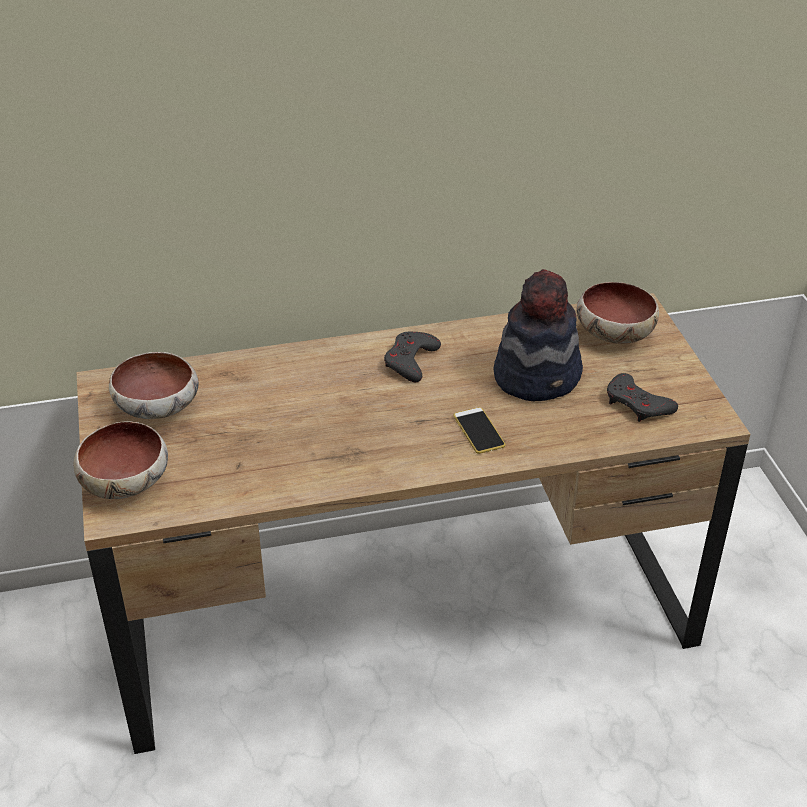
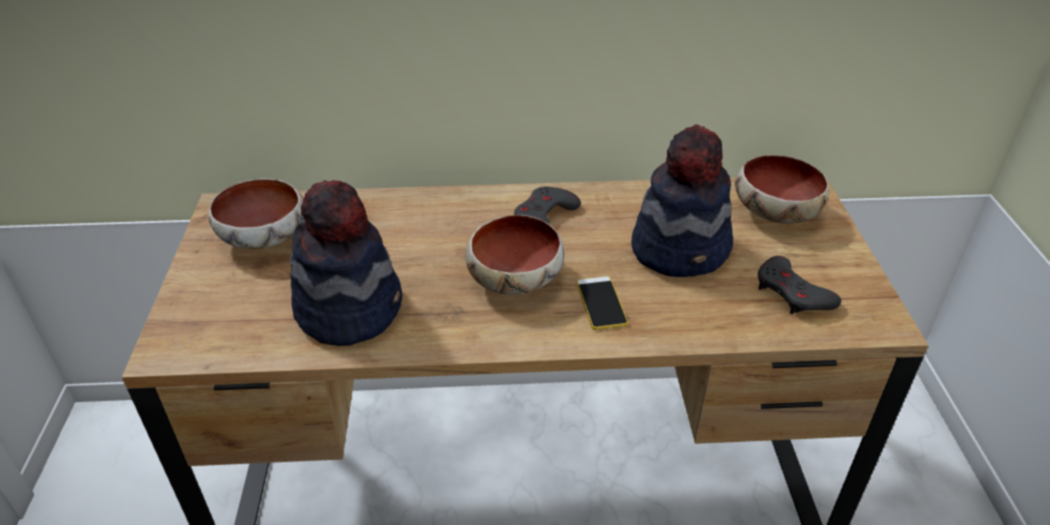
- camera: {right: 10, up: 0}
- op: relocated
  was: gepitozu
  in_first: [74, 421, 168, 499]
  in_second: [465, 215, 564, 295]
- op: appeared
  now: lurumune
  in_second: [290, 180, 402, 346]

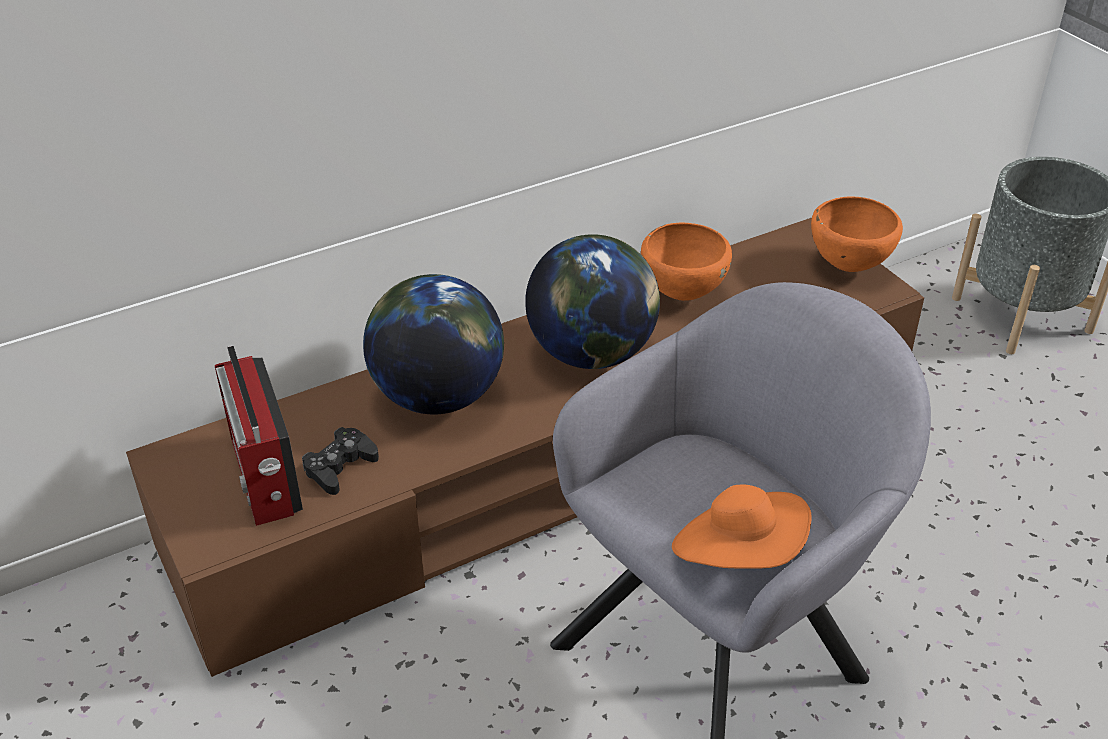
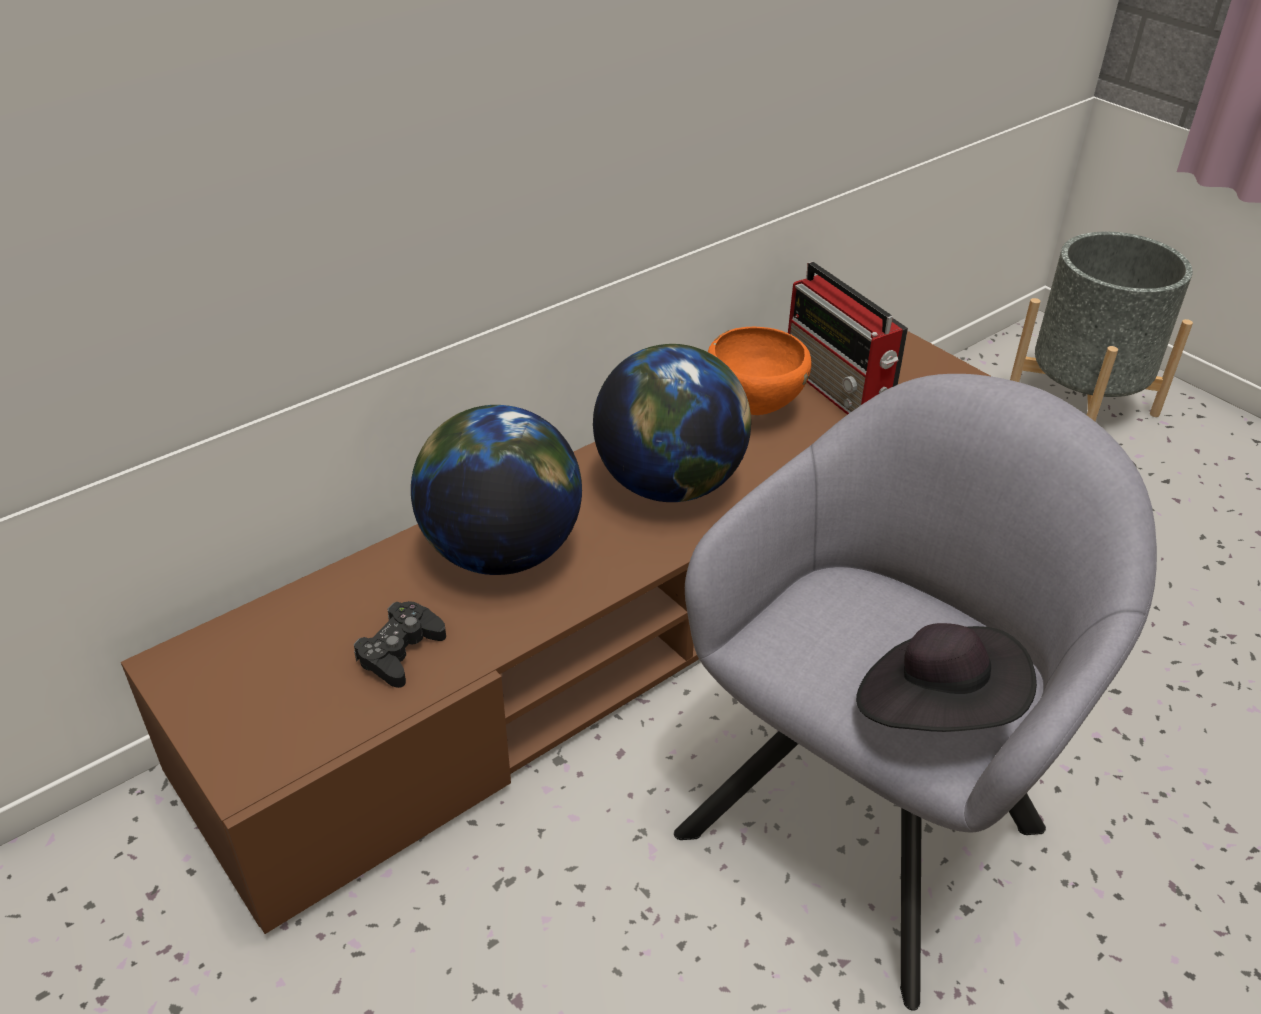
- camera: {right: -10, up: 0}
- op: relocated
  was: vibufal
  in_first: [215, 345, 303, 526]
  in_second: [788, 262, 908, 415]
- op: colour
  was: orange lurumune
  now: black lurumune
  in_first: [672, 484, 812, 569]
  in_second: [856, 623, 1037, 732]
- op: missing
  was: orange gepitozu
  in_first: [811, 196, 903, 272]

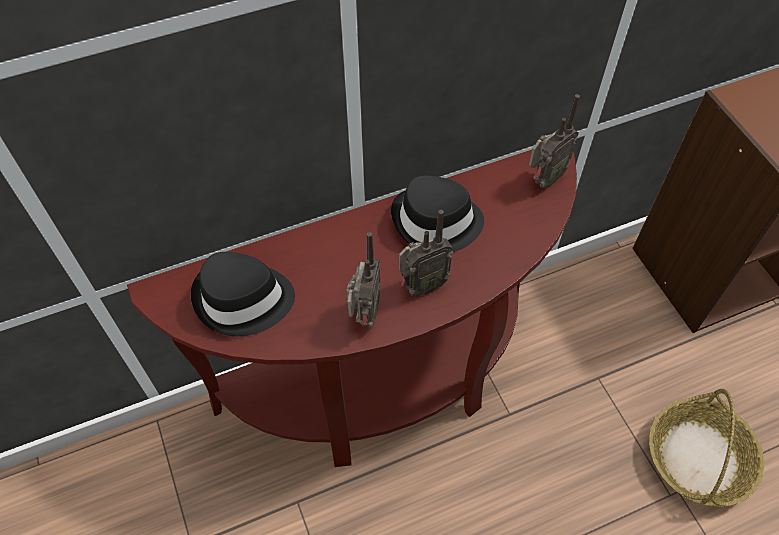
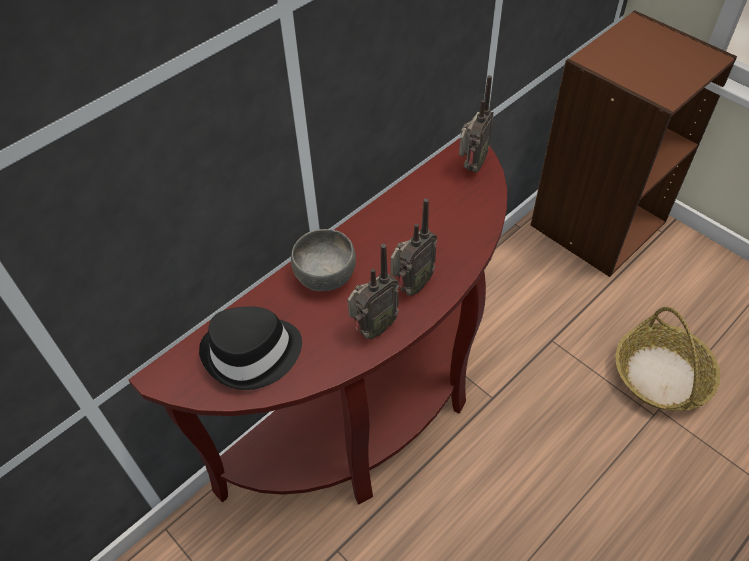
- camera: {right: -20, up: -5}
- op: spun
  was: vibufal
  in_first: [346, 232, 380, 328]
  in_second: [348, 244, 399, 339]
  clockwise: 60
- op: missing
  was: black lurumune
  in_first: [391, 175, 484, 252]
- op: appeared
  now: grey gepitozu
  in_second: [291, 229, 356, 291]

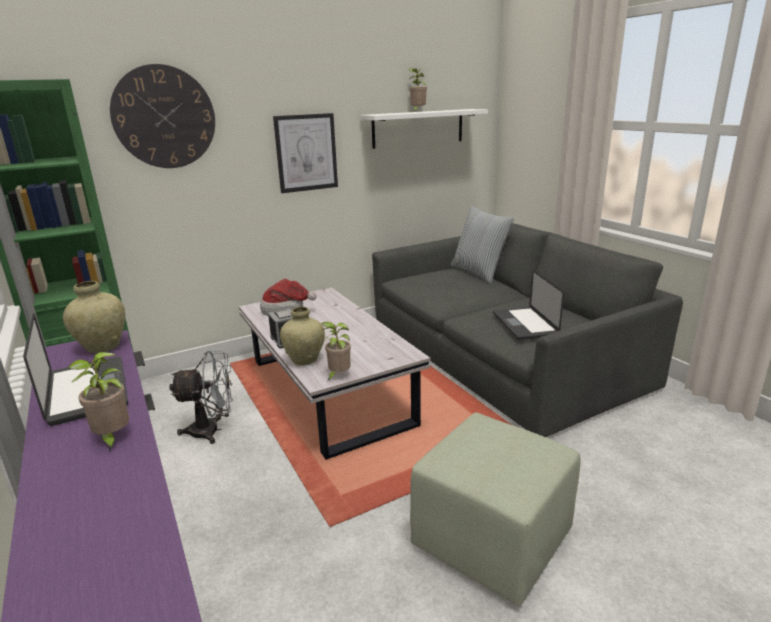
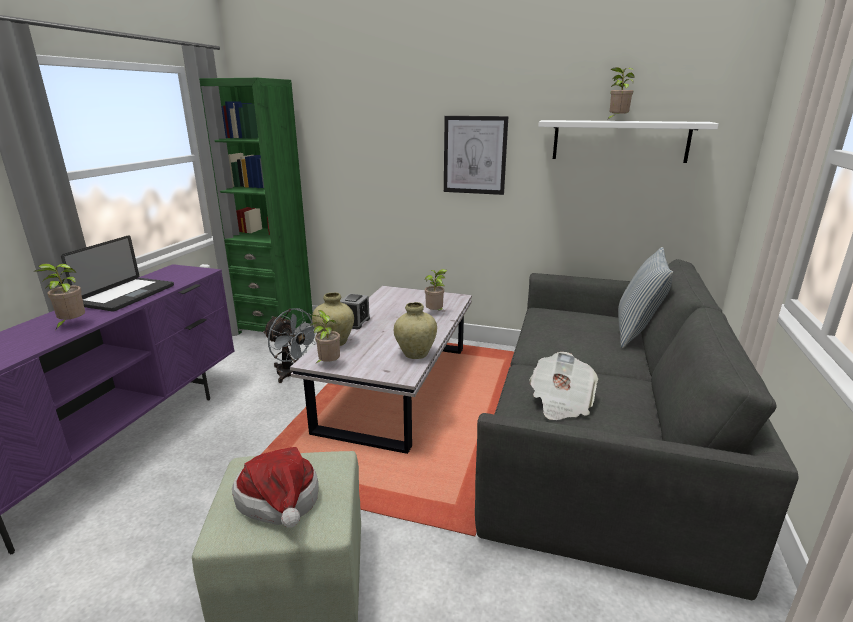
- camera: {right: 45, up: 0}
- op: relocated
  was: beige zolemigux
  in_first: [63, 281, 125, 353]
  in_second: [394, 302, 437, 359]
- op: missing
  was: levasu
  in_first: [110, 64, 215, 168]
- op: relocated
  was: lurumune
  in_first: [260, 279, 317, 316]
  in_second: [232, 447, 319, 528]
- op: exchanged
  was: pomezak
  now: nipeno
  in_first: [493, 270, 564, 340]
  in_second: [529, 352, 598, 420]
- op: appeared
  now: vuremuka
  in_second: [425, 269, 448, 311]

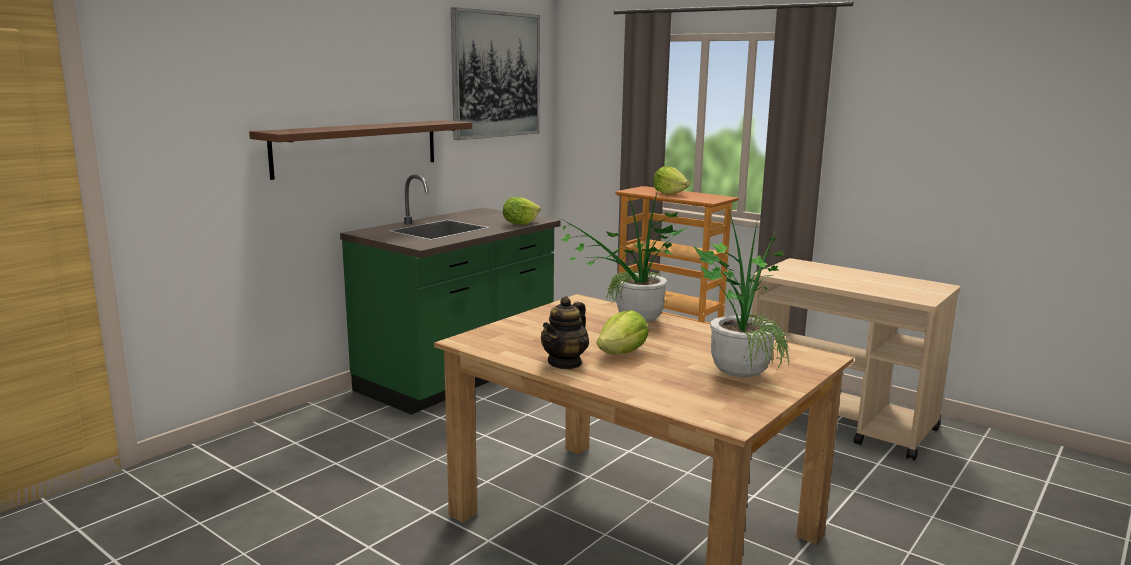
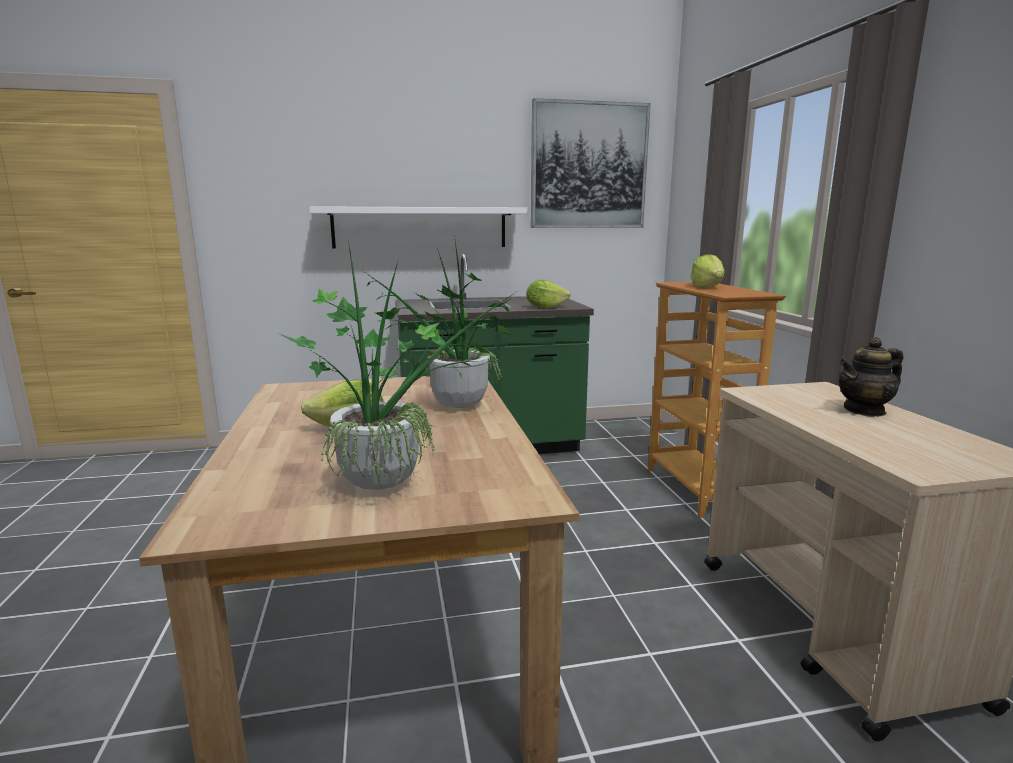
- camera: {right: 40, up: 0}
- op: colour
  was: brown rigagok
  now: white rigagok
  in_first: [249, 120, 472, 180]
  in_second: [309, 206, 528, 249]
- op: relocated
  was: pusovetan
  in_first: [541, 296, 589, 369]
  in_second: [839, 337, 903, 417]

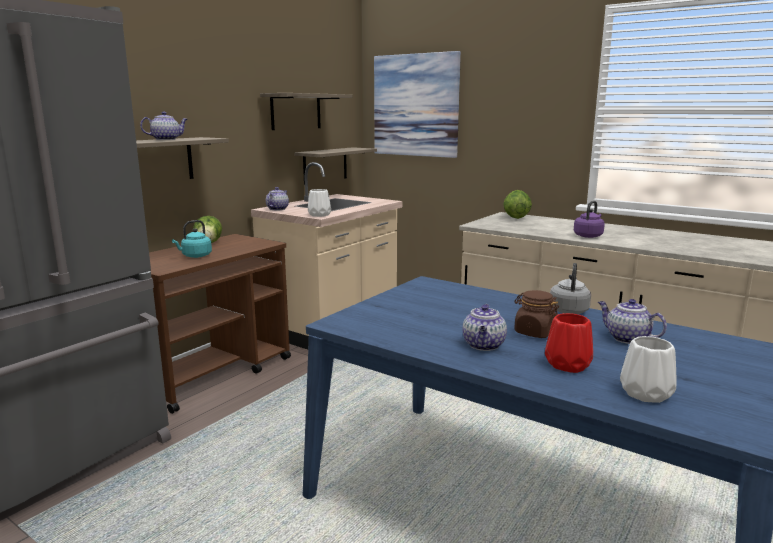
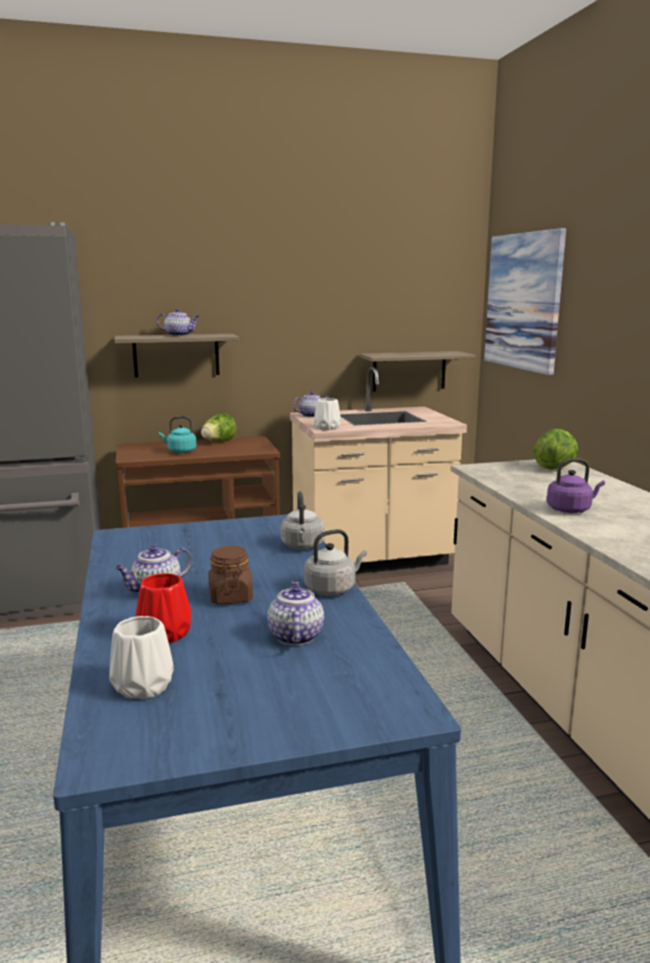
- camera: {right: 40, up: 0}
- op: missing
  was: rigagok
  in_first: [260, 93, 353, 130]
- op: appeared
  now: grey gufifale
  in_second: [281, 491, 325, 549]

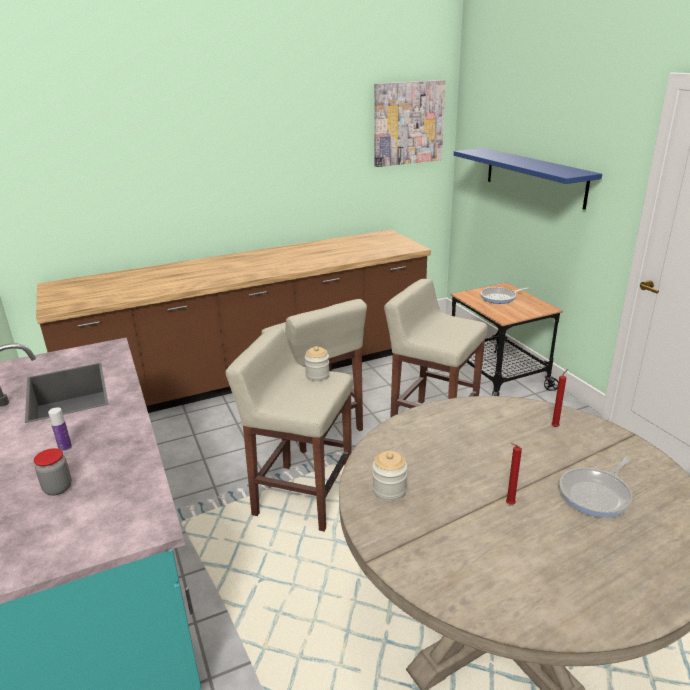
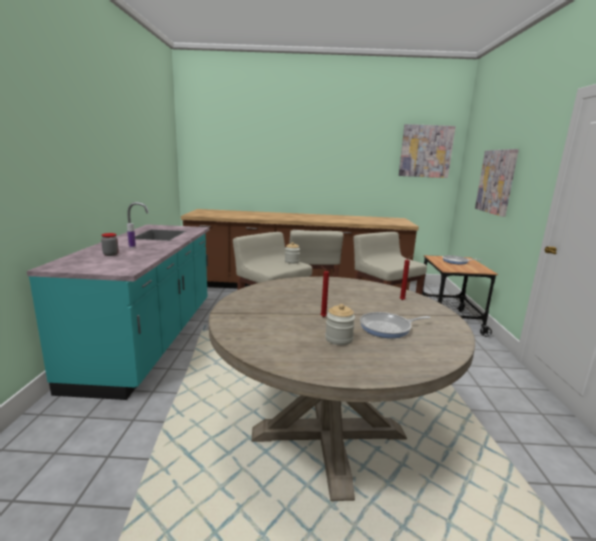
- camera: {right: 25, up: -10}
- op: relocated
  was: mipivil
  in_first: [372, 451, 407, 501]
  in_second: [325, 304, 355, 345]
- op: exchanged
  was: blue rigagok
  now: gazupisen
  in_first: [454, 148, 602, 210]
  in_second: [475, 149, 519, 217]

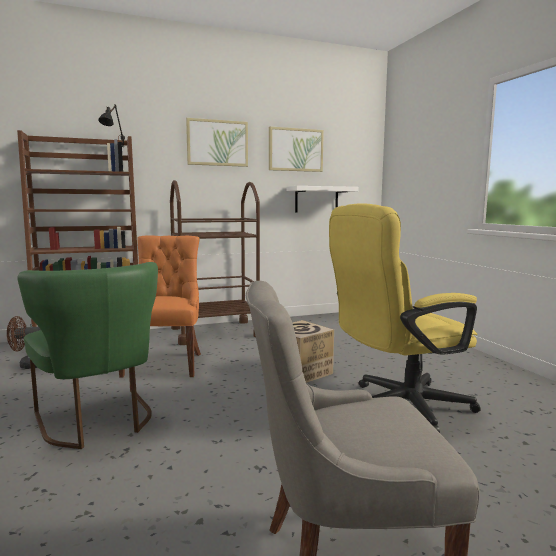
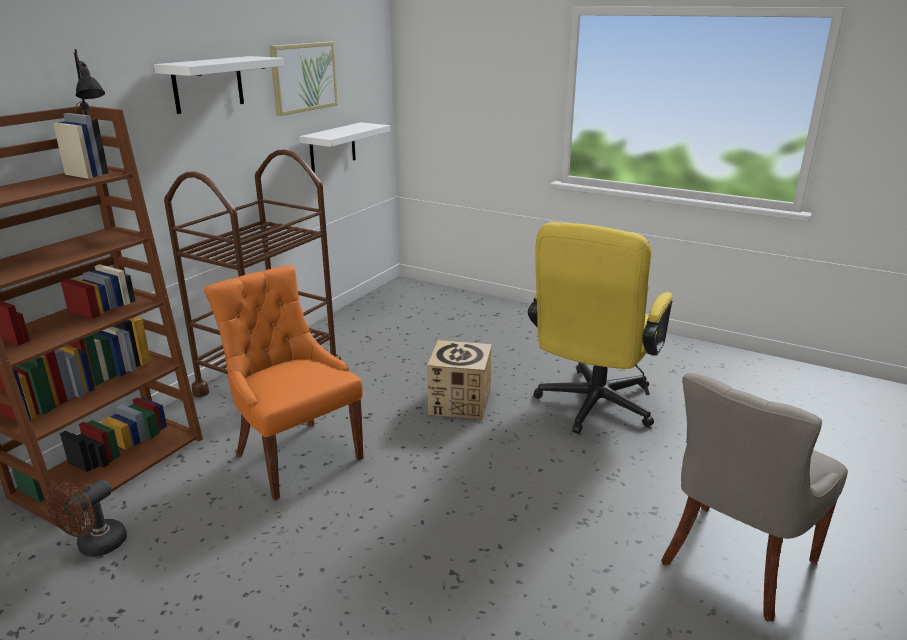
- camera: {right: -40, up: 15}
- op: missing
  was: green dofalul
  in_first: [17, 262, 158, 449]
- op: exchanged
  was: gazupisen
  now: white rigagok
  in_first: [186, 118, 248, 167]
  in_second: [154, 56, 284, 114]

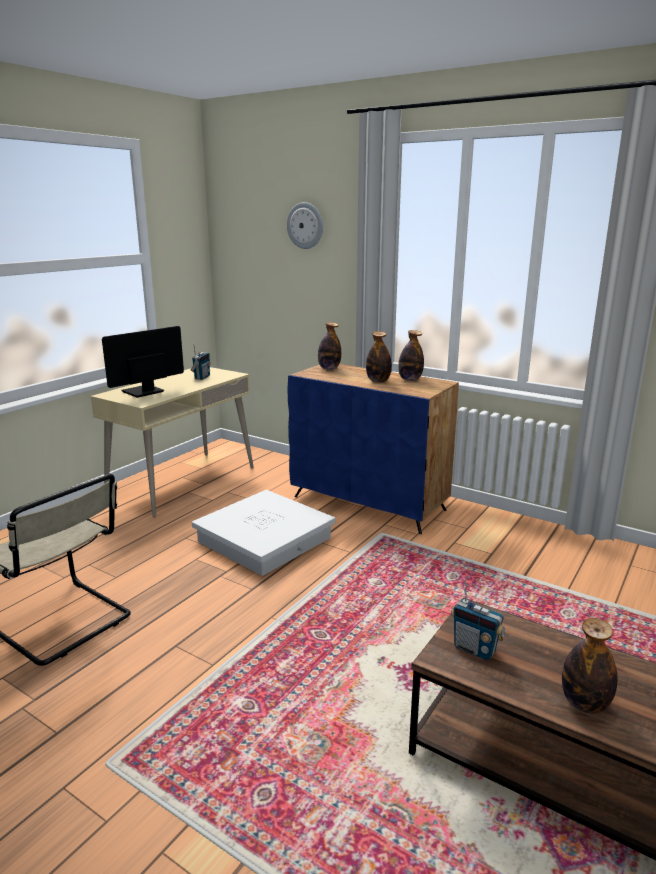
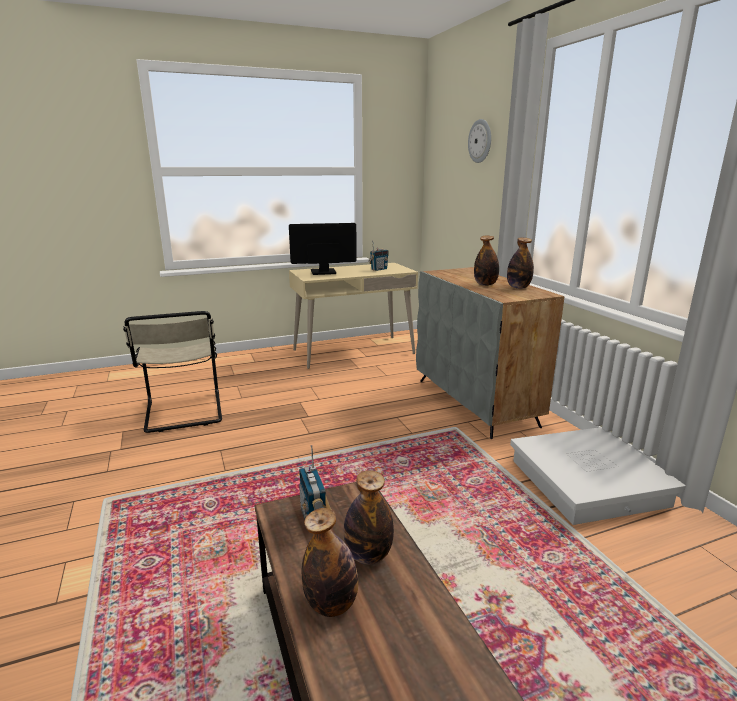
- camera: {right: 35, up: 0}
- op: relocated
  was: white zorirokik
  in_first: [192, 490, 335, 576]
  in_second: [510, 427, 686, 525]
- op: colour
  was: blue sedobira
  now: grey sedobira
  in_first: [288, 364, 459, 534]
  in_second: [416, 267, 565, 439]
- op: relocated
  was: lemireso
  in_first: [318, 322, 341, 370]
  in_second: [344, 470, 394, 564]

